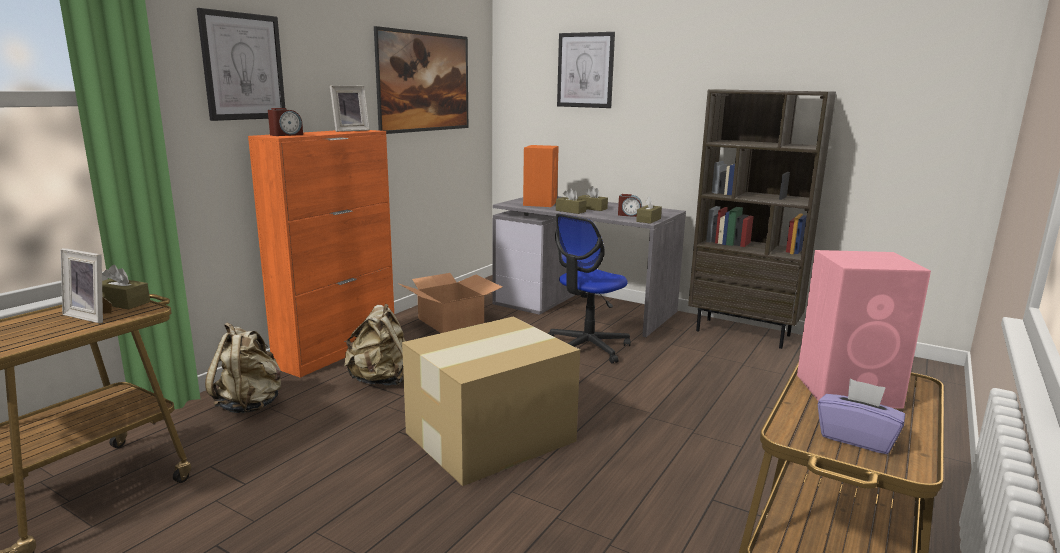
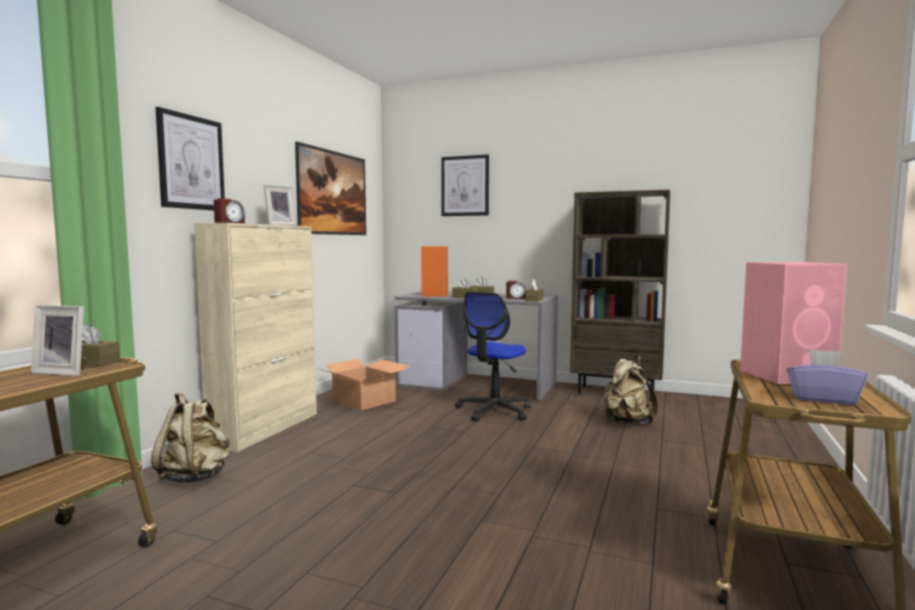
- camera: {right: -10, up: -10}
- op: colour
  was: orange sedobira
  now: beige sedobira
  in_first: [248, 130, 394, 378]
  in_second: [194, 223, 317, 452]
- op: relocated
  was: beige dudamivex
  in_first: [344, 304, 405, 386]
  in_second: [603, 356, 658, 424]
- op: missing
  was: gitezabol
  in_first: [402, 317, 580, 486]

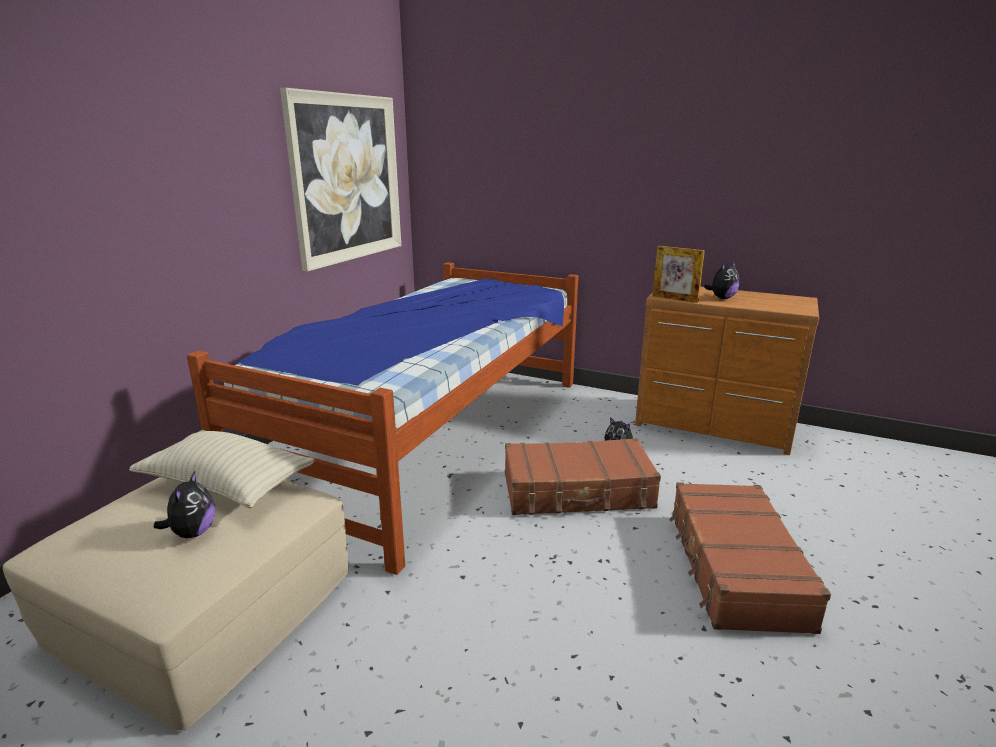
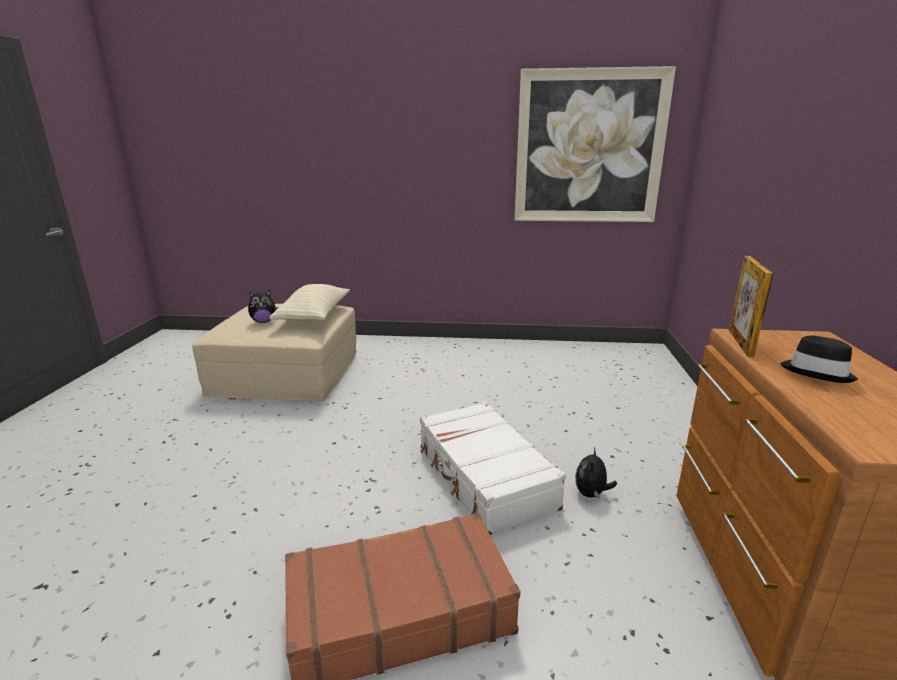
- camera: {right: 70, up: 0}
- op: missing
  was: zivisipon
  in_first: [187, 262, 579, 575]
- op: colour
  was: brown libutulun
  now: white libutulun
  in_first: [505, 438, 661, 515]
  in_second: [420, 402, 566, 535]
- op: exchanged
  was: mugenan
  now: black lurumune
  in_first: [704, 261, 740, 299]
  in_second: [780, 336, 858, 383]

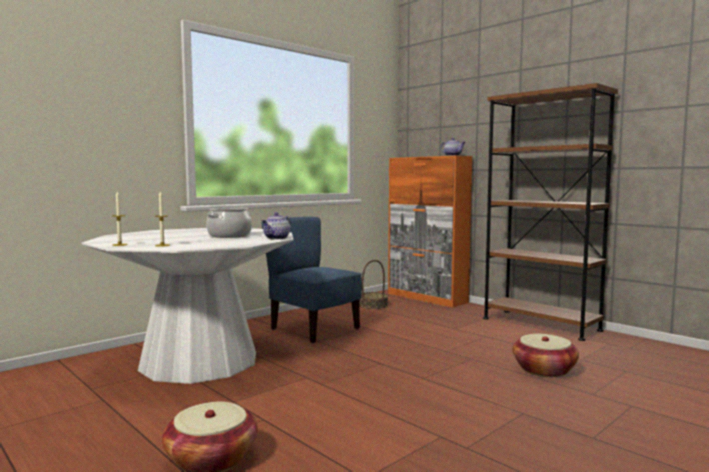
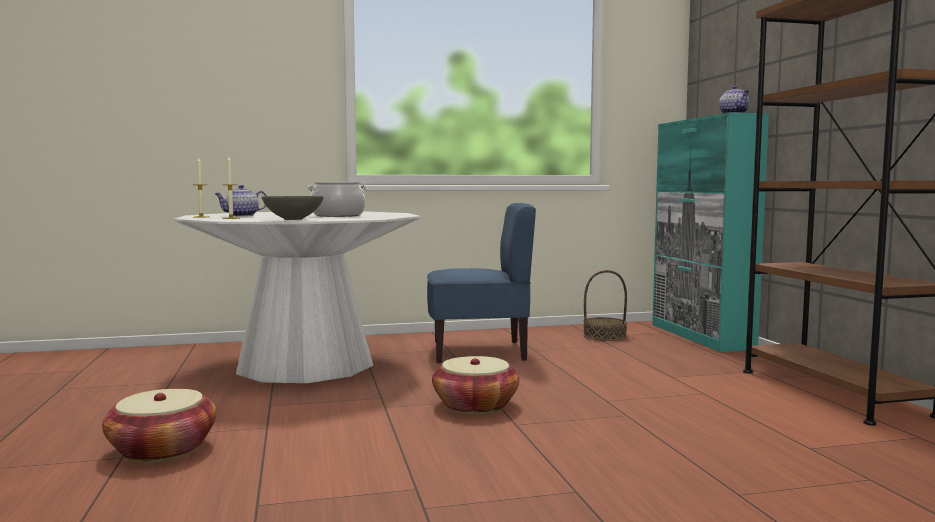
- camera: {right: 30, up: 0}
- op: spun
  was: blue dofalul
  in_first: [261, 217, 362, 343]
  in_second: [427, 203, 536, 364]
  clockwise: 105
- op: relocated
  was: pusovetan
  in_first: [262, 212, 291, 239]
  in_second: [215, 185, 267, 216]
- op: colour
  was: orange sedobira
  now: turquoise sedobira
  in_first: [388, 156, 472, 308]
  in_second: [652, 112, 769, 352]
- op: relocated
  was: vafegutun
  in_first: [512, 334, 579, 377]
  in_second: [432, 356, 519, 414]
- op: appeared
  now: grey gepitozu
  in_second: [261, 196, 324, 220]

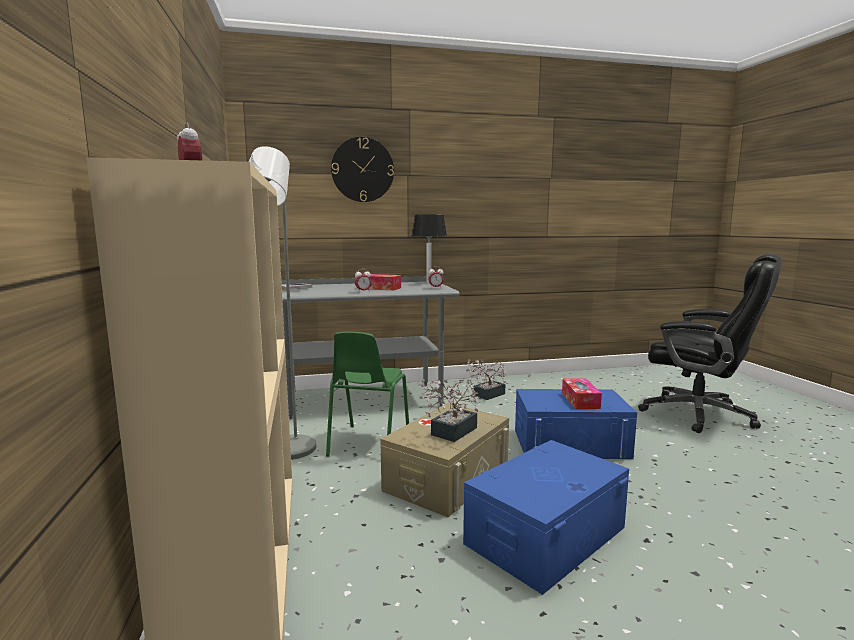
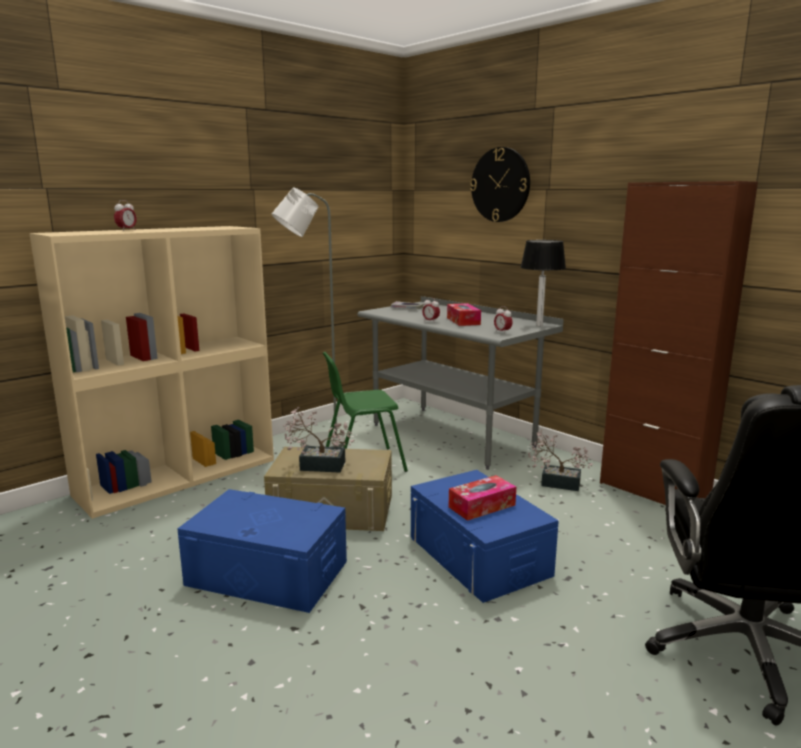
- camera: {right: 60, up: 5}
- op: appeared
  now: brown sedobira
  in_second: [600, 181, 758, 505]

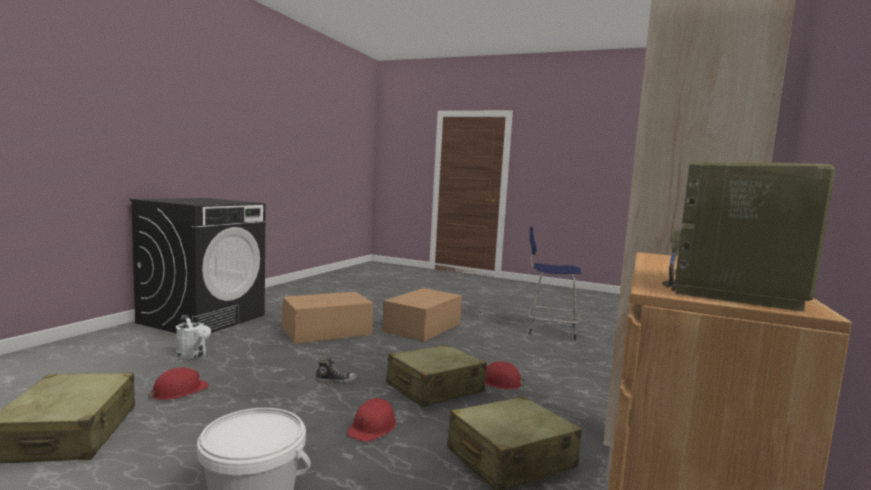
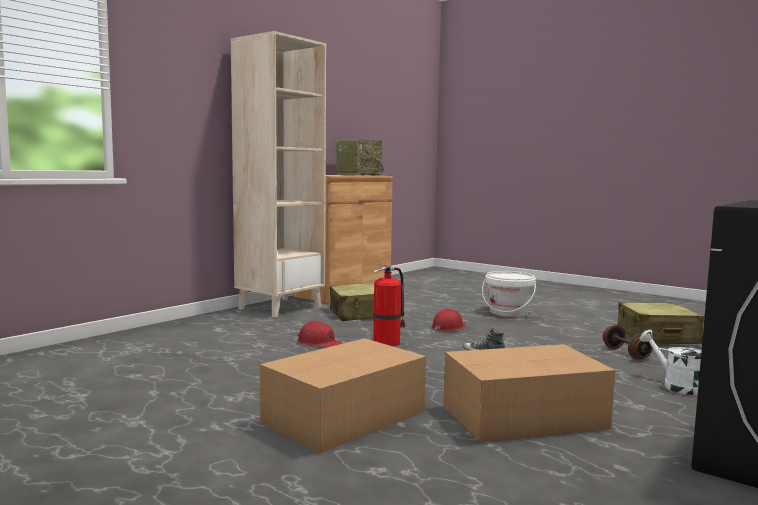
- camera: {right: -165, up: 0}
- op: exchanged
  was: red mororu
  now: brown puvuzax
  in_first: [148, 368, 210, 400]
  in_second: [603, 325, 653, 360]
- op: exchanged
  was: beige libutulun
  now: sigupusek
  in_first: [386, 344, 487, 407]
  in_second: [373, 263, 406, 346]
- op: missing
  was: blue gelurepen
  in_first: [529, 227, 581, 340]

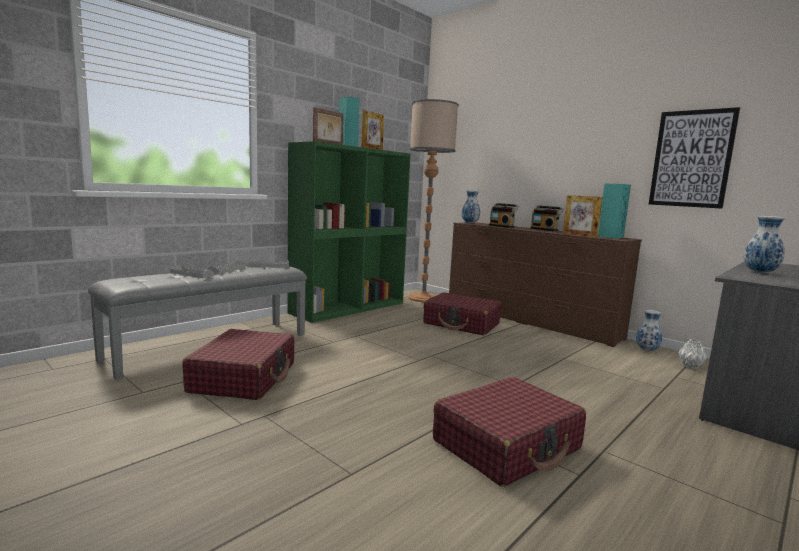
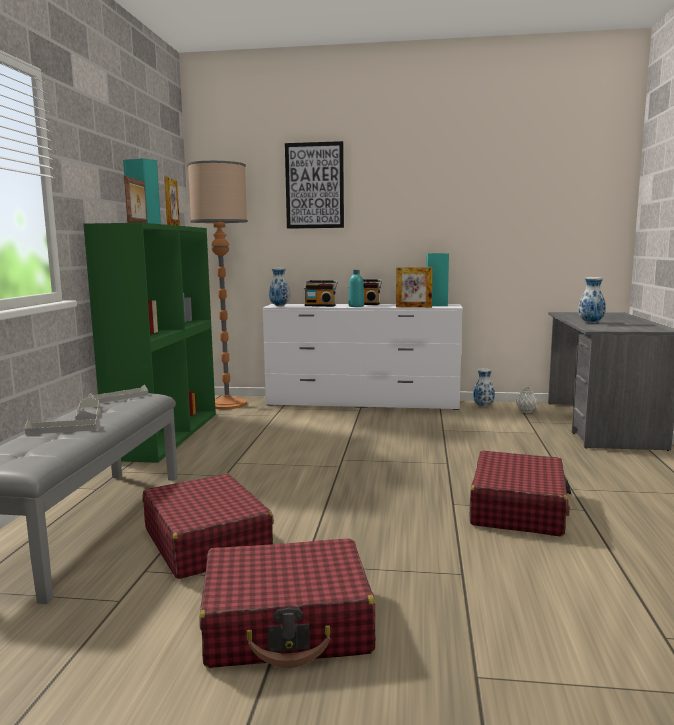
- camera: {right: -35, up: 0}
- op: relocated
  was: red libutulun
  in_first: [423, 292, 501, 335]
  in_second: [199, 539, 375, 668]
- op: colour
  was: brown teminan
  now: white teminan
  in_first: [449, 222, 642, 347]
  in_second: [262, 304, 463, 410]
- op: relocated
  was: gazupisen
  in_first: [649, 107, 740, 209]
  in_second: [285, 141, 344, 229]
- op: appeared
  now: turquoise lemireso
  in_second: [349, 270, 364, 307]

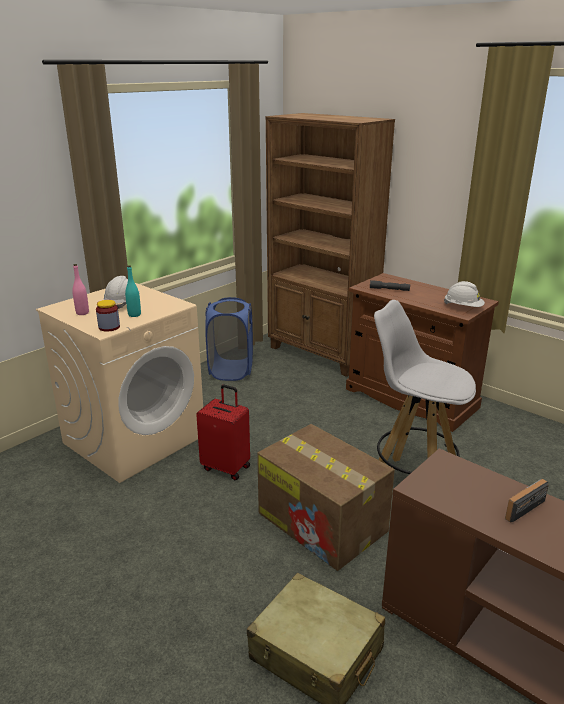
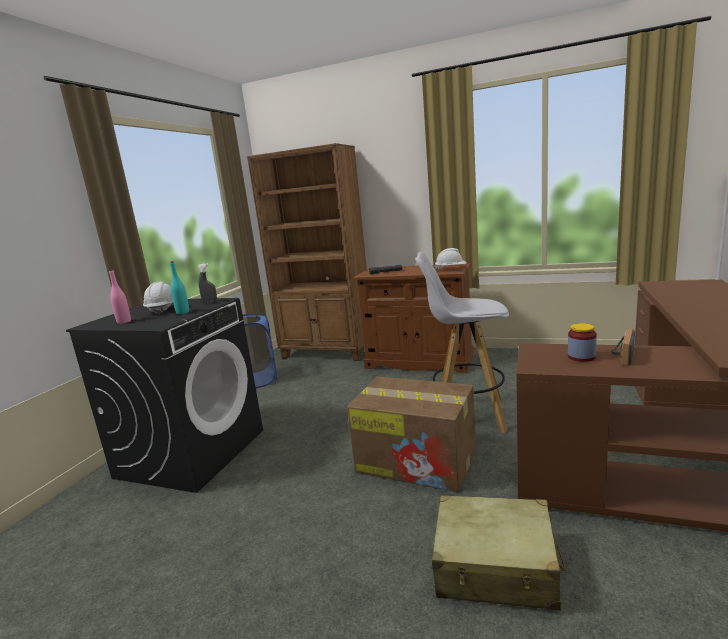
- camera: {right: -20, up: -10}
- op: colour
  was: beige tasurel
  now: black tasurel
  in_first: [36, 283, 203, 483]
  in_second: [66, 298, 263, 493]
- op: relocated
  was: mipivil
  in_first: [96, 300, 120, 332]
  in_second: [568, 323, 597, 362]
- op: missing
  was: red libutulun
  in_first: [196, 385, 250, 480]
- op: appeared
  now: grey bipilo
  in_second: [197, 263, 217, 303]

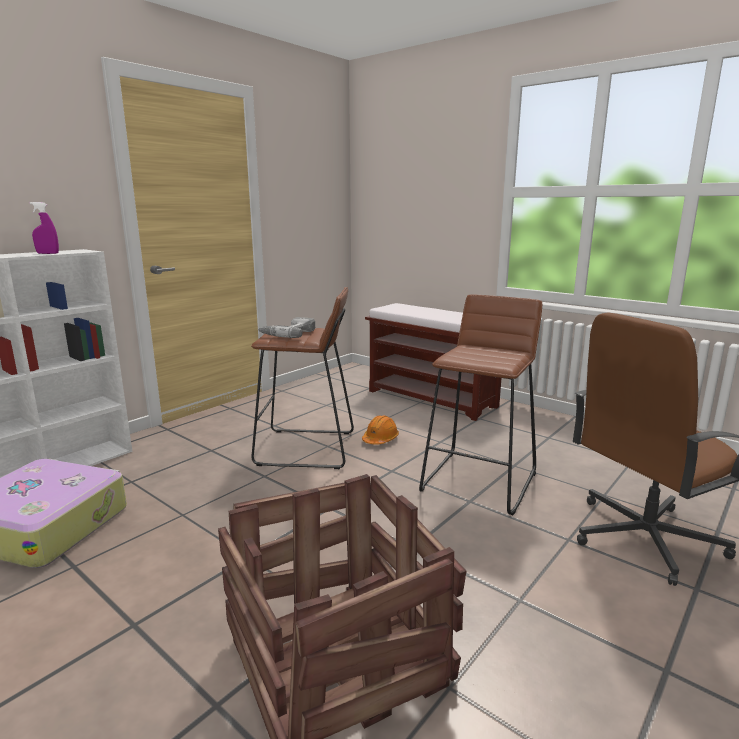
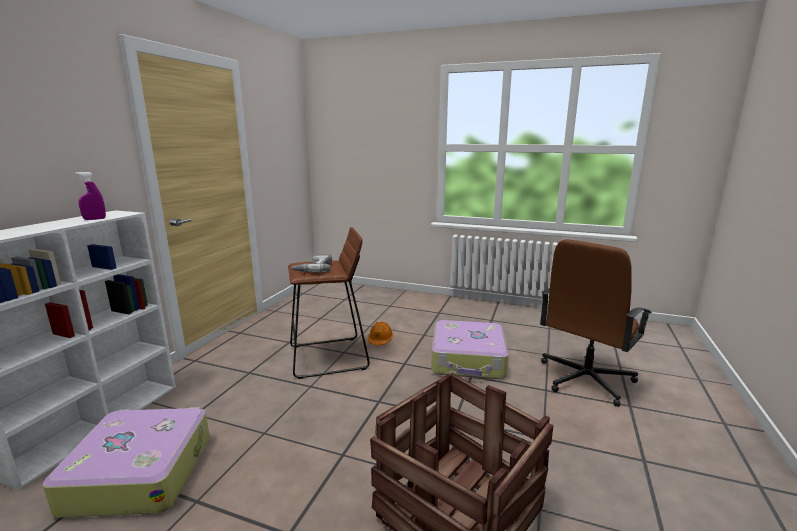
- camera: {right: -20, up: 0}
- op: missing
  was: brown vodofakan
  in_first: [365, 303, 501, 421]
- op: exchanged
  was: brown gelurepen
  now: libutulun
  in_first: [419, 294, 542, 515]
  in_second: [431, 320, 509, 379]

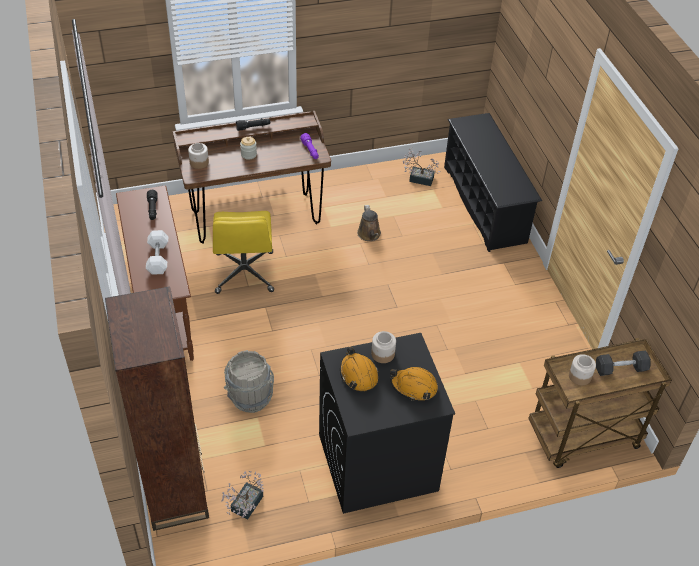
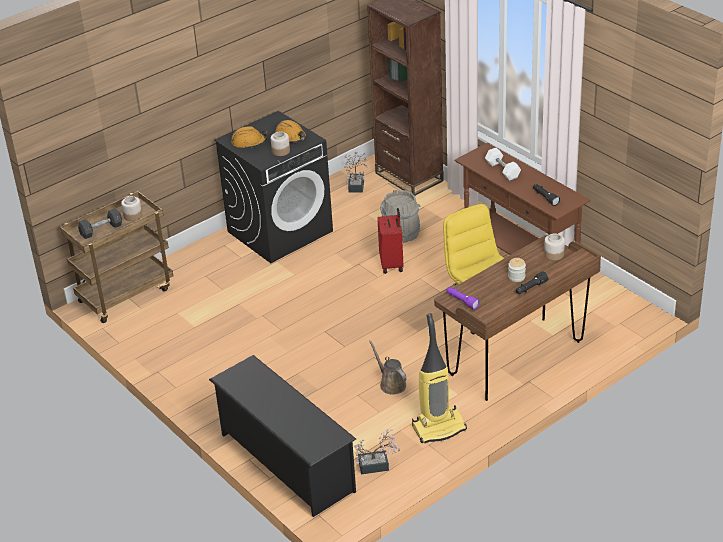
- camera: {right: 160, up: -10}
- op: appeared
  now: red libutulun
  in_second: [377, 208, 404, 274]
- op: appeared
  now: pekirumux
  in_second: [412, 313, 467, 443]

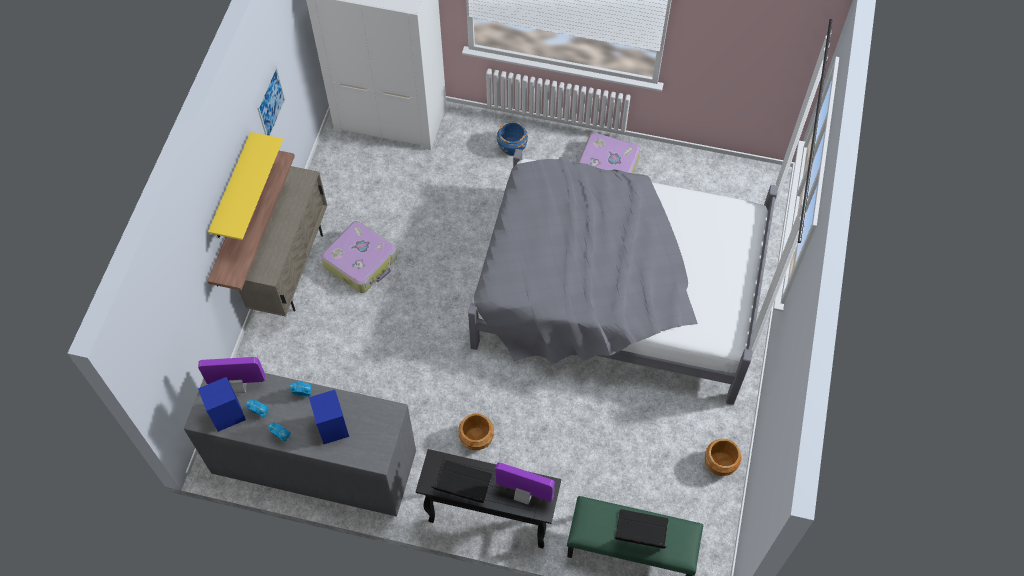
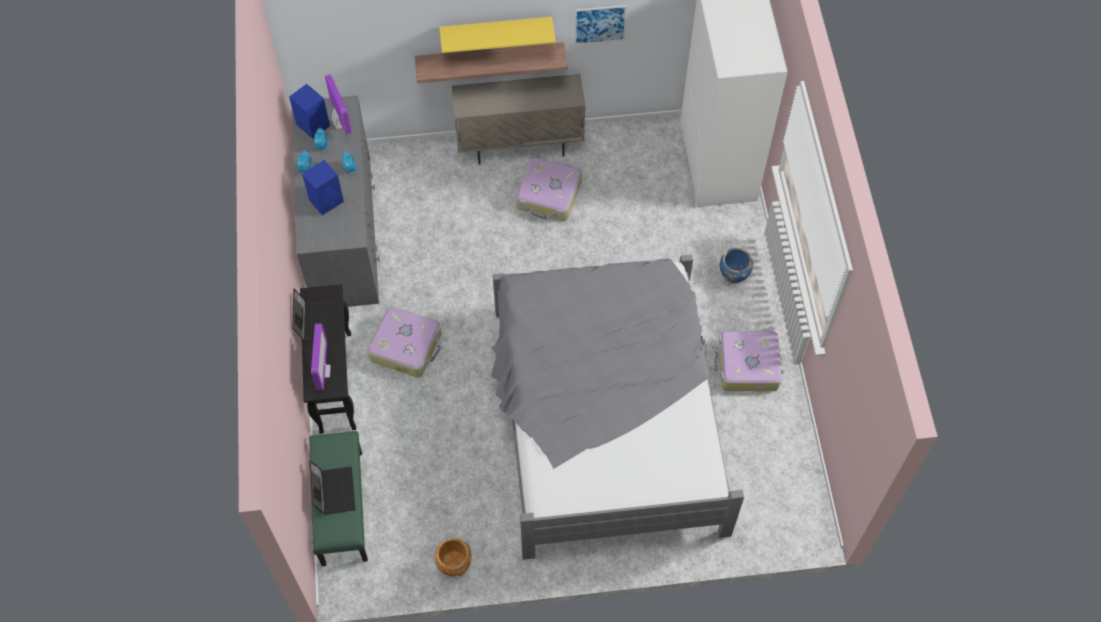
- camera: {right: 70, up: 0}
- op: exchanged
  was: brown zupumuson
  now: libutulun
  in_first: [458, 413, 494, 450]
  in_second: [367, 306, 441, 378]

